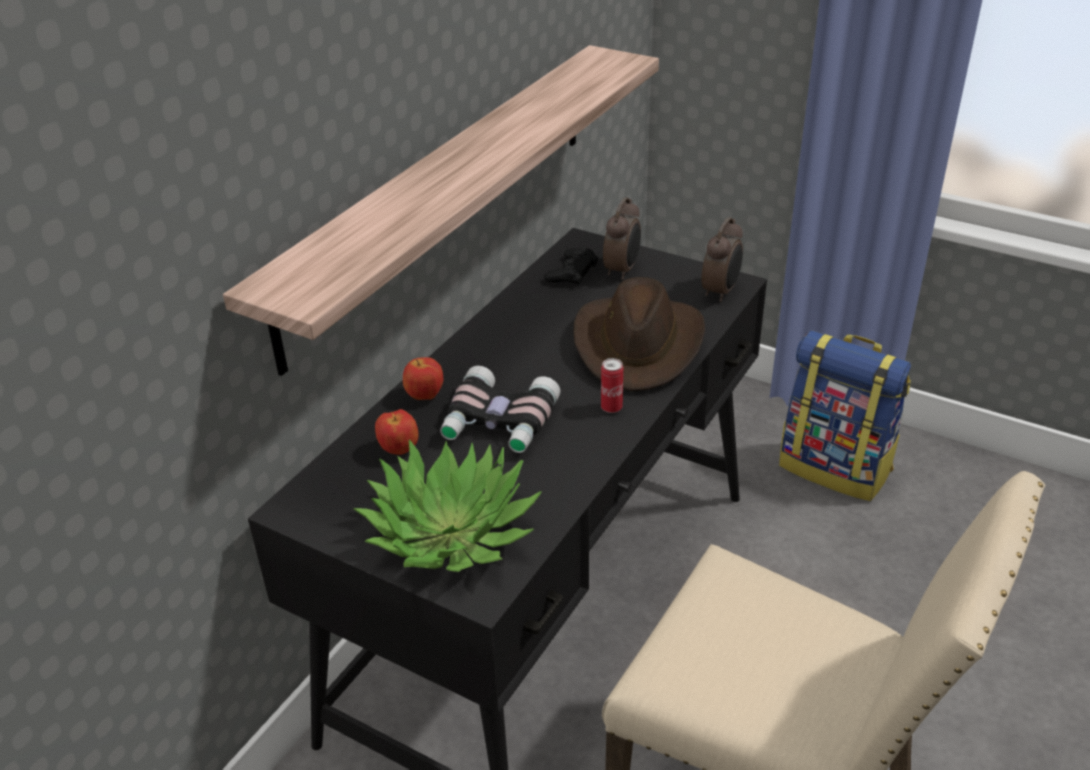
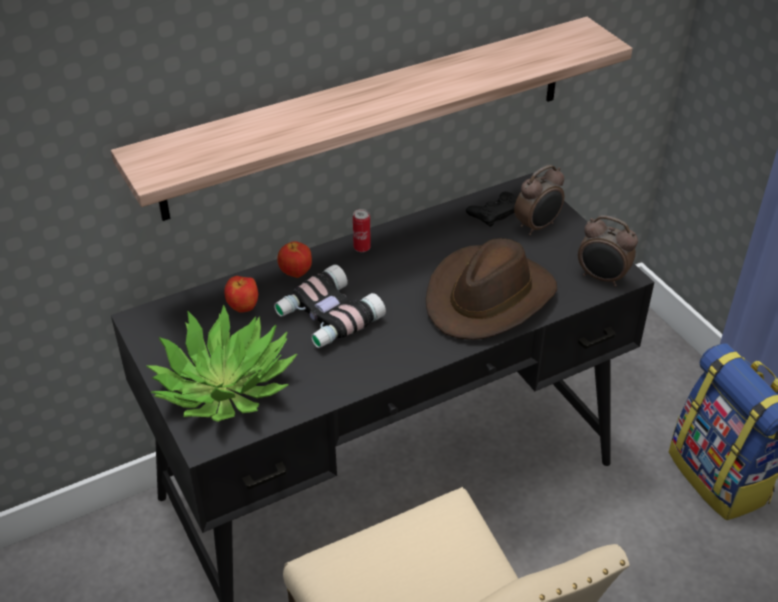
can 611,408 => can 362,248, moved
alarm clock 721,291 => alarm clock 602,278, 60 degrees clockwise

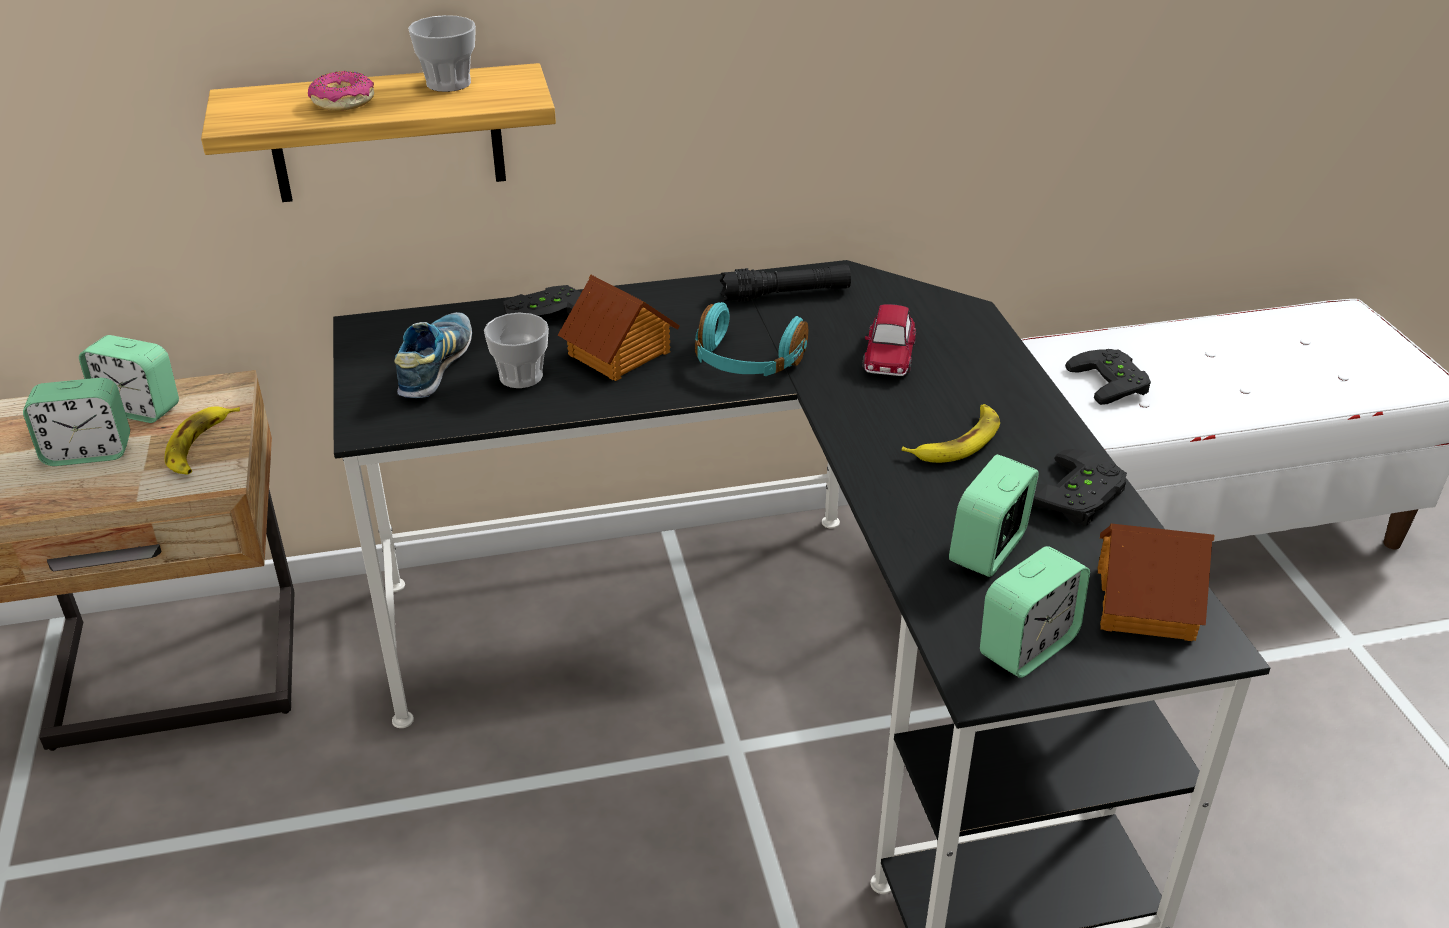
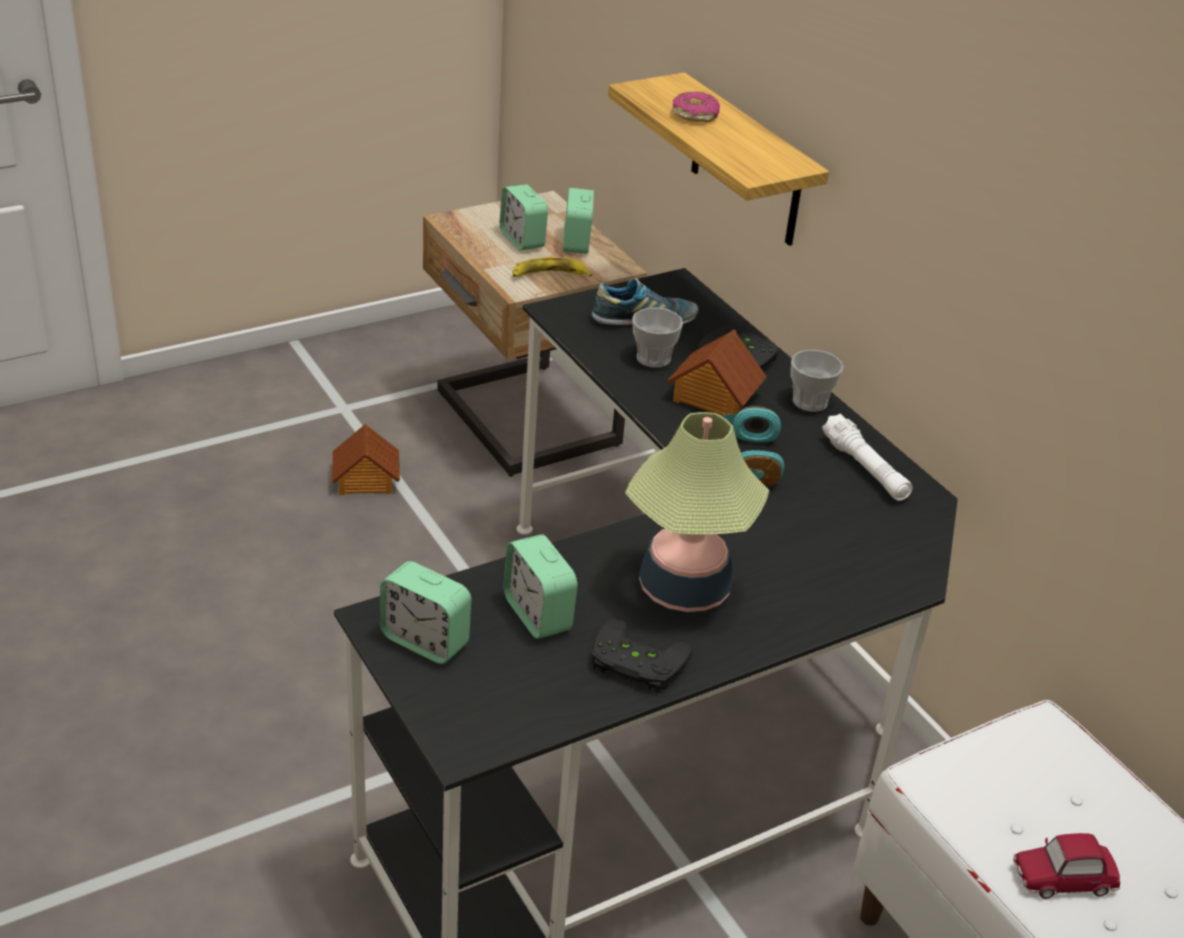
toy house 1147,603 => toy house 365,480, moved
alarm clock 988,550 => alarm clock 537,614, 135 degrees counterclockwise
banana 957,441 => table lamp 684,588
cup 448,83 => cup 810,402, moved
black flashlight 786,294 => white flashlight 865,468
toy car 889,356 => toy car 1063,878, moved
black game controller 1113,382 => nothing

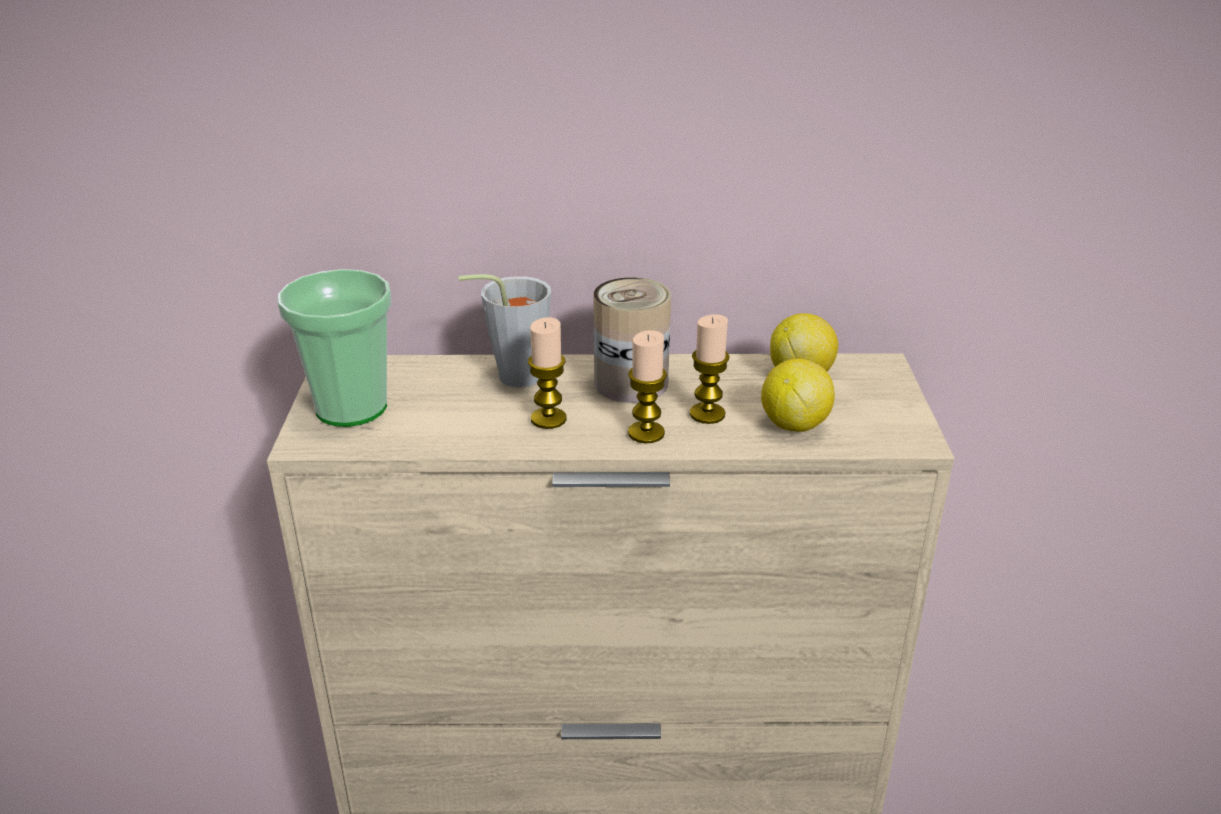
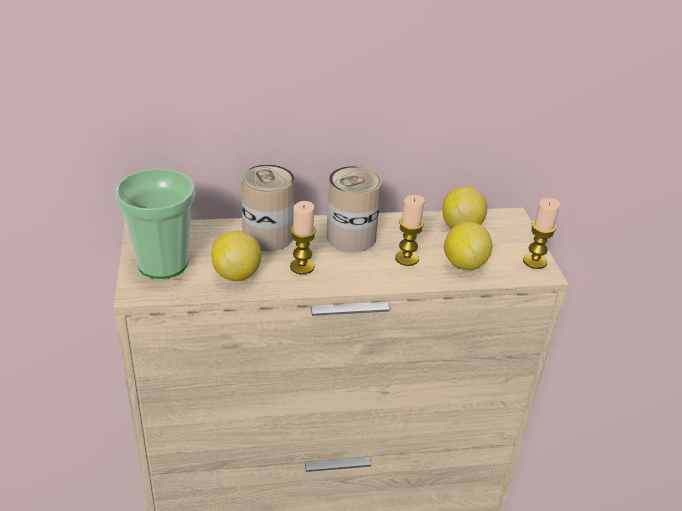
nothing => lemon 237,274
grey cup 510,378 => can 268,236
candle 646,433 => candle 534,261, moved

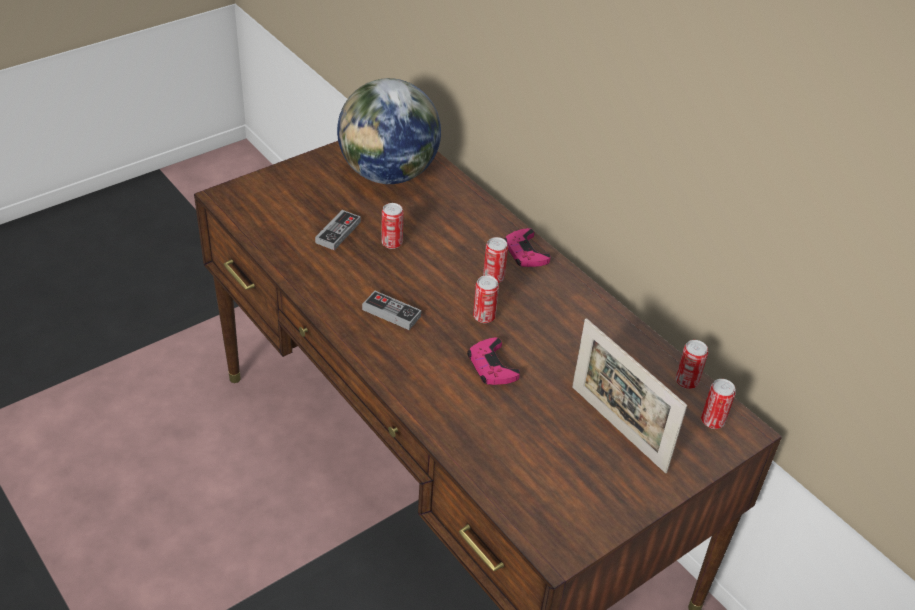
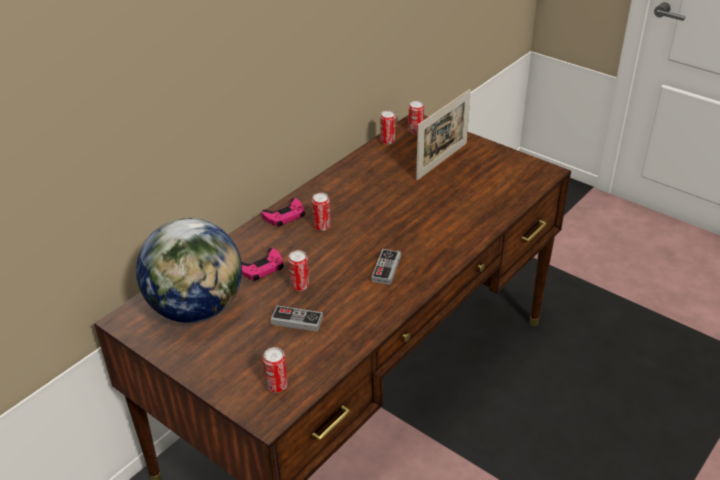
pink game controller 492,366 => pink game controller 262,268, moved
can 484,316 => can 277,385, moved

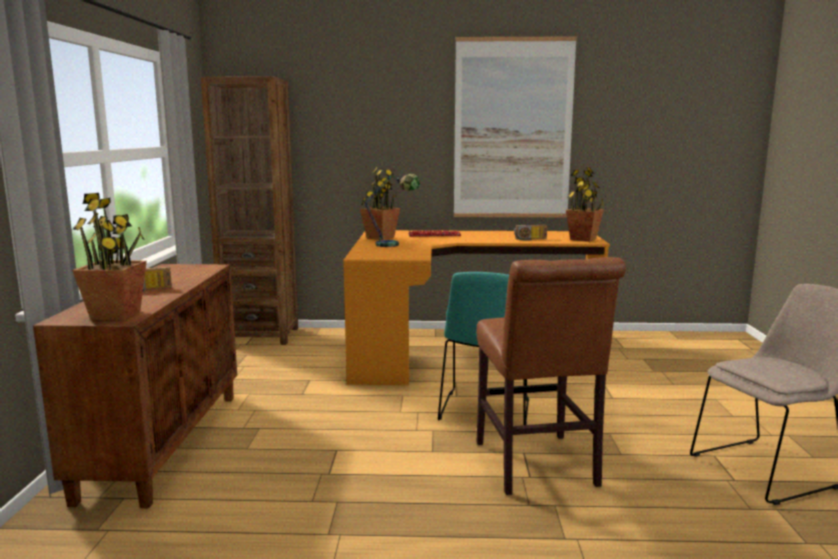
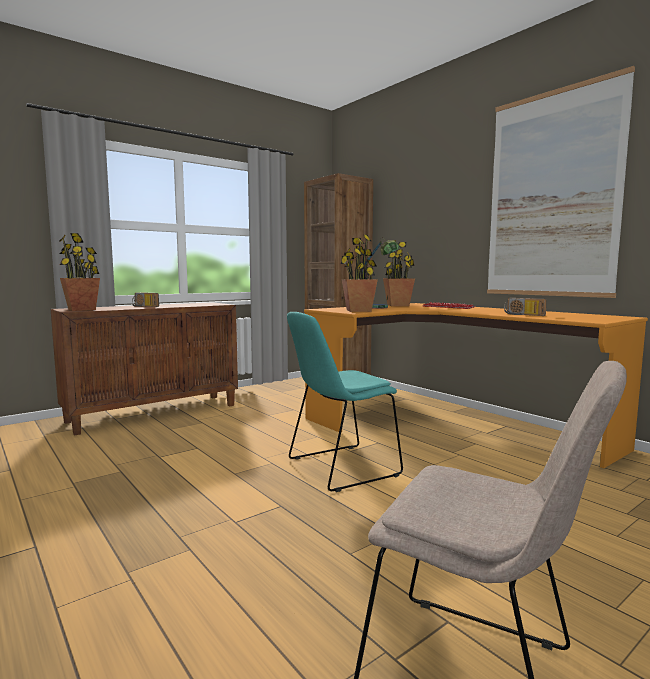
potted plant 583,239 => potted plant 358,311, moved
brown chair 537,467 => nothing

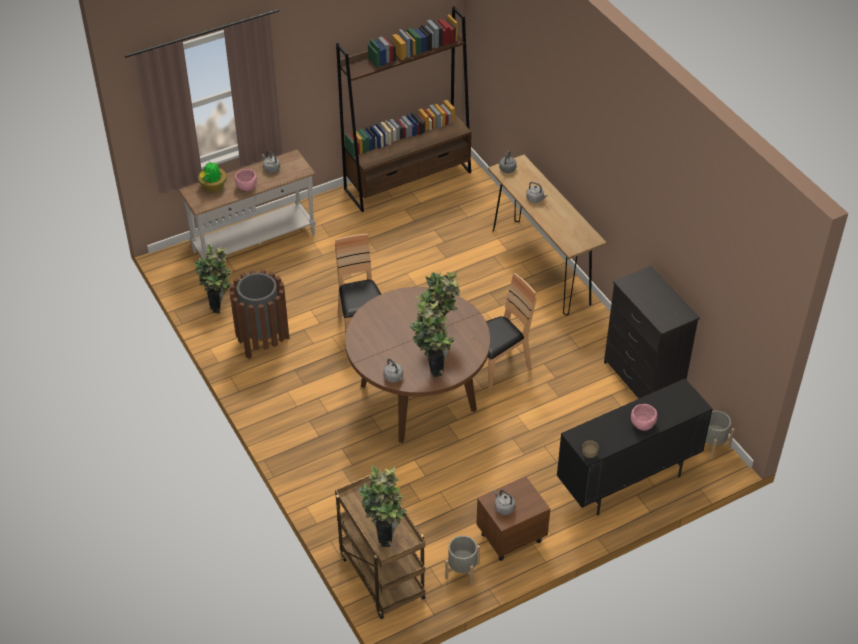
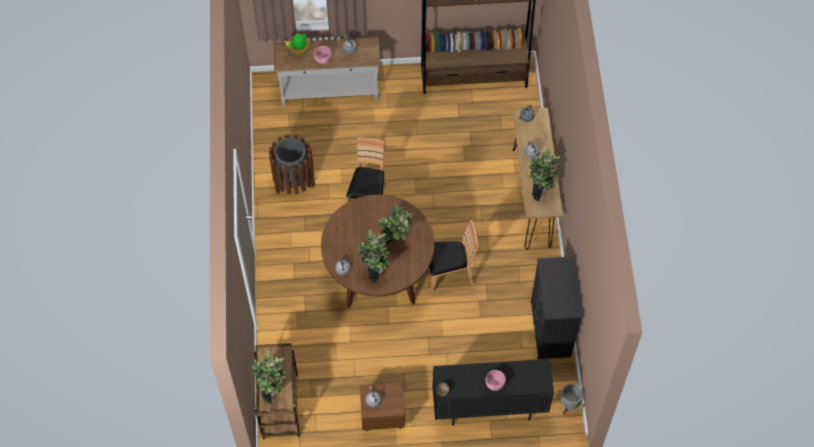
potted plant 218,303 => potted plant 541,190, moved
grey planter 462,570 => nothing

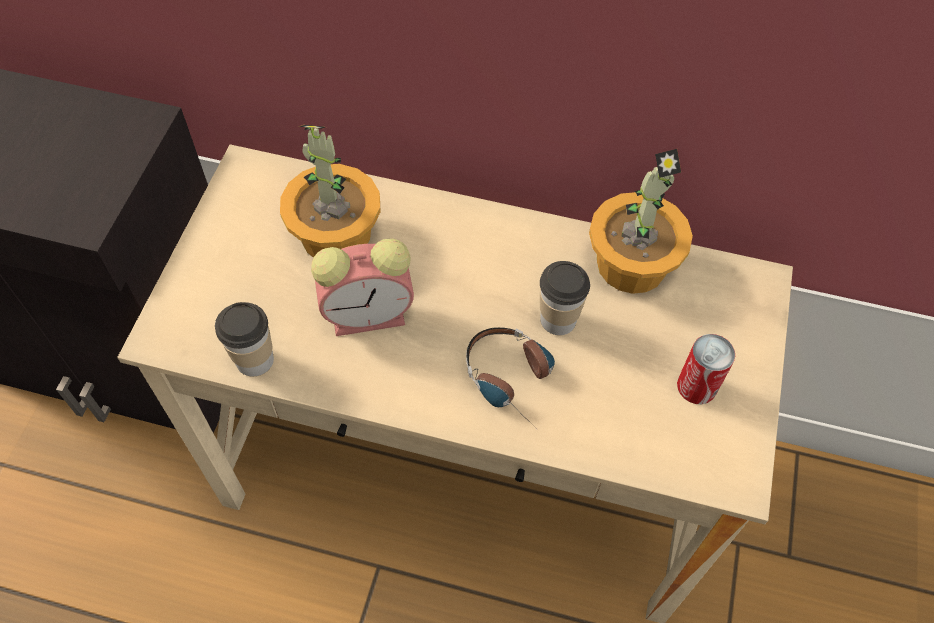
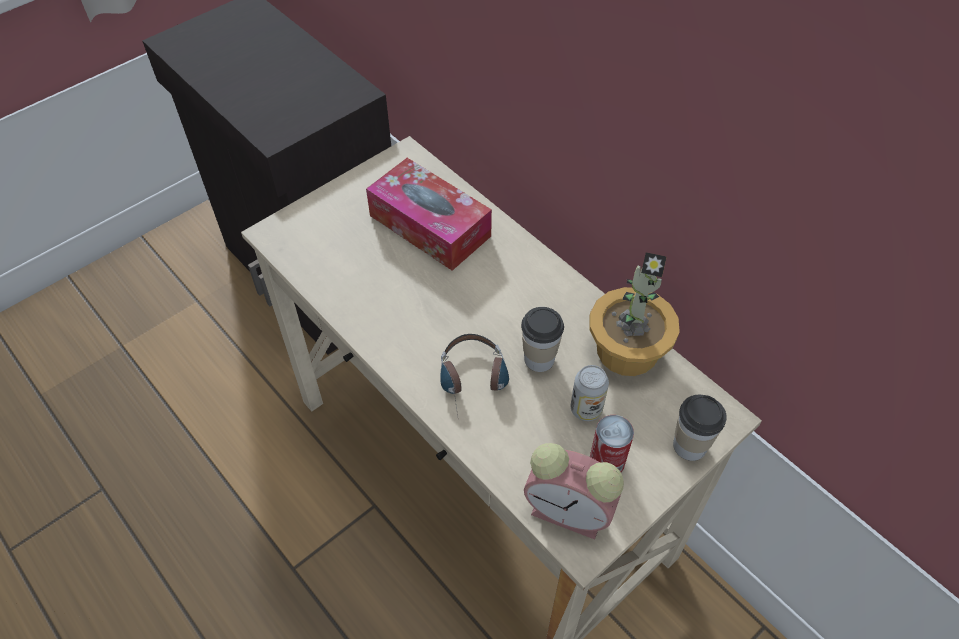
potted plant 335,236 => tissue box 430,226
alarm clock 371,314 => alarm clock 571,512, moved
nothing => can 586,409
cup 254,360 => cup 689,446, moved

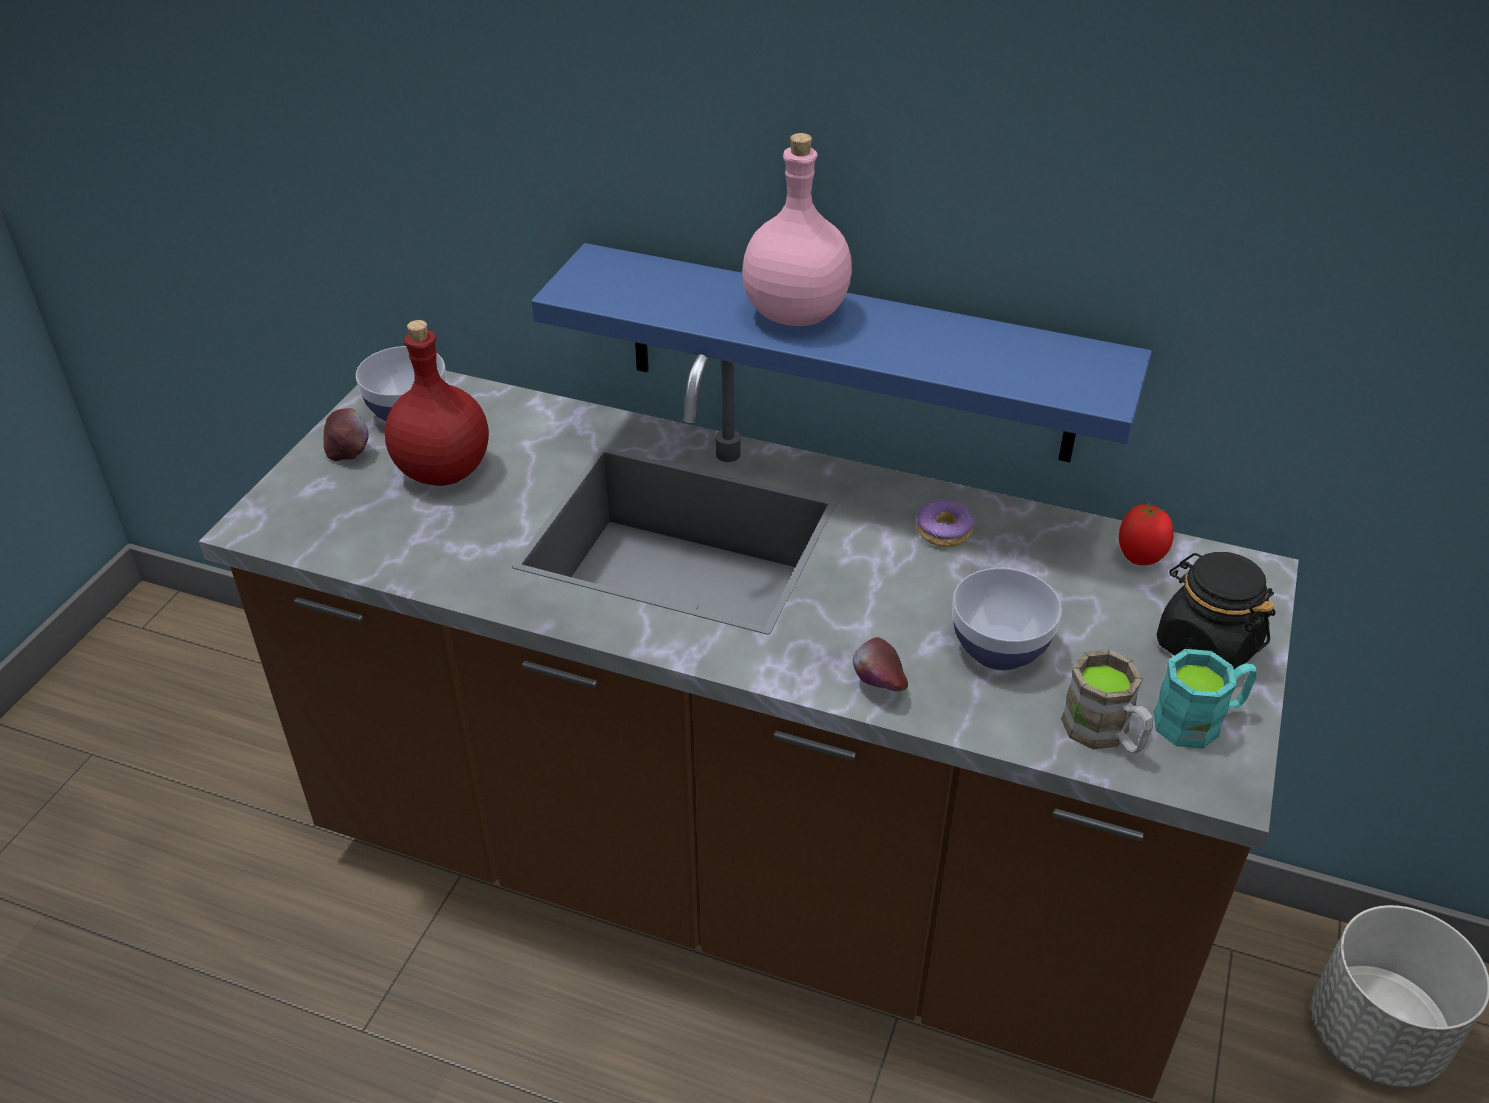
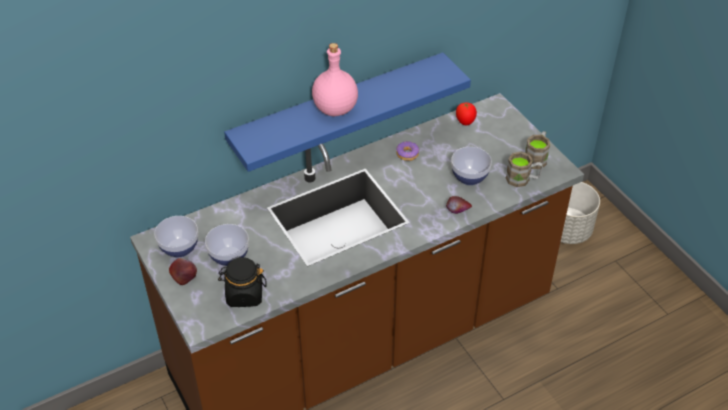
red bottle 442,470 => bowl 229,256
black jar 1206,646 => black jar 244,295, moved
turquoise mug 1199,720 => brown mug 536,158

